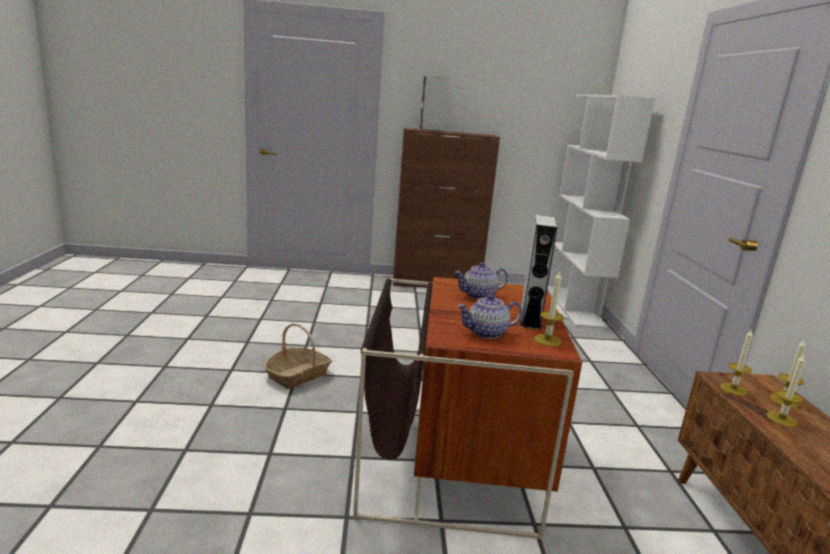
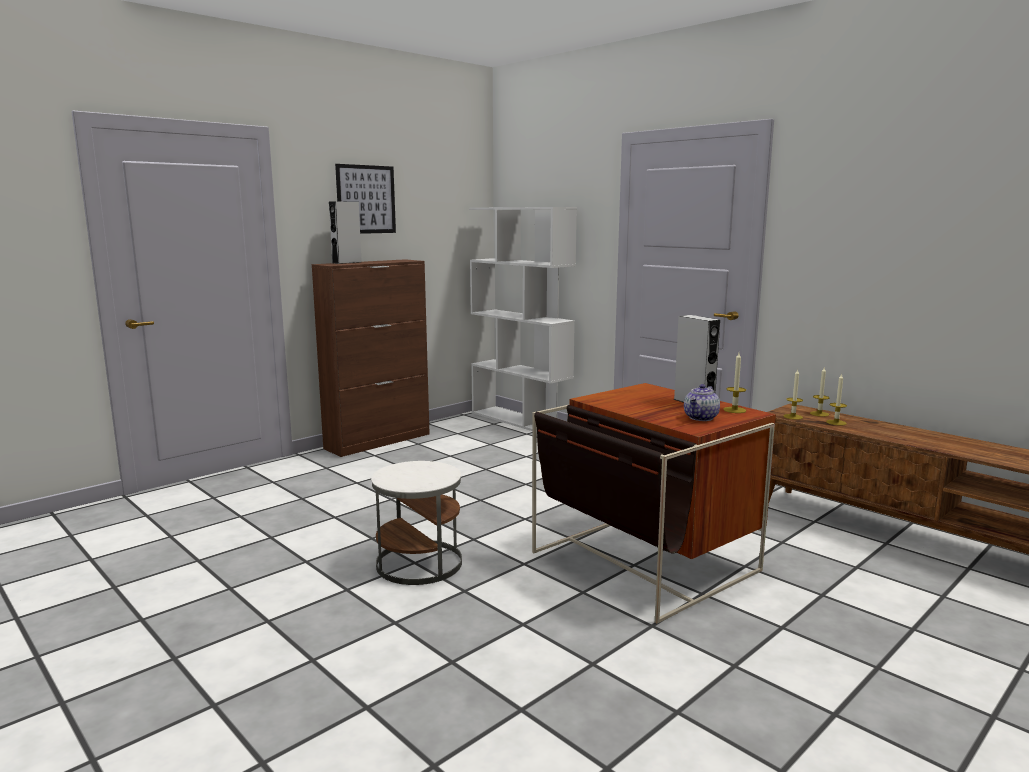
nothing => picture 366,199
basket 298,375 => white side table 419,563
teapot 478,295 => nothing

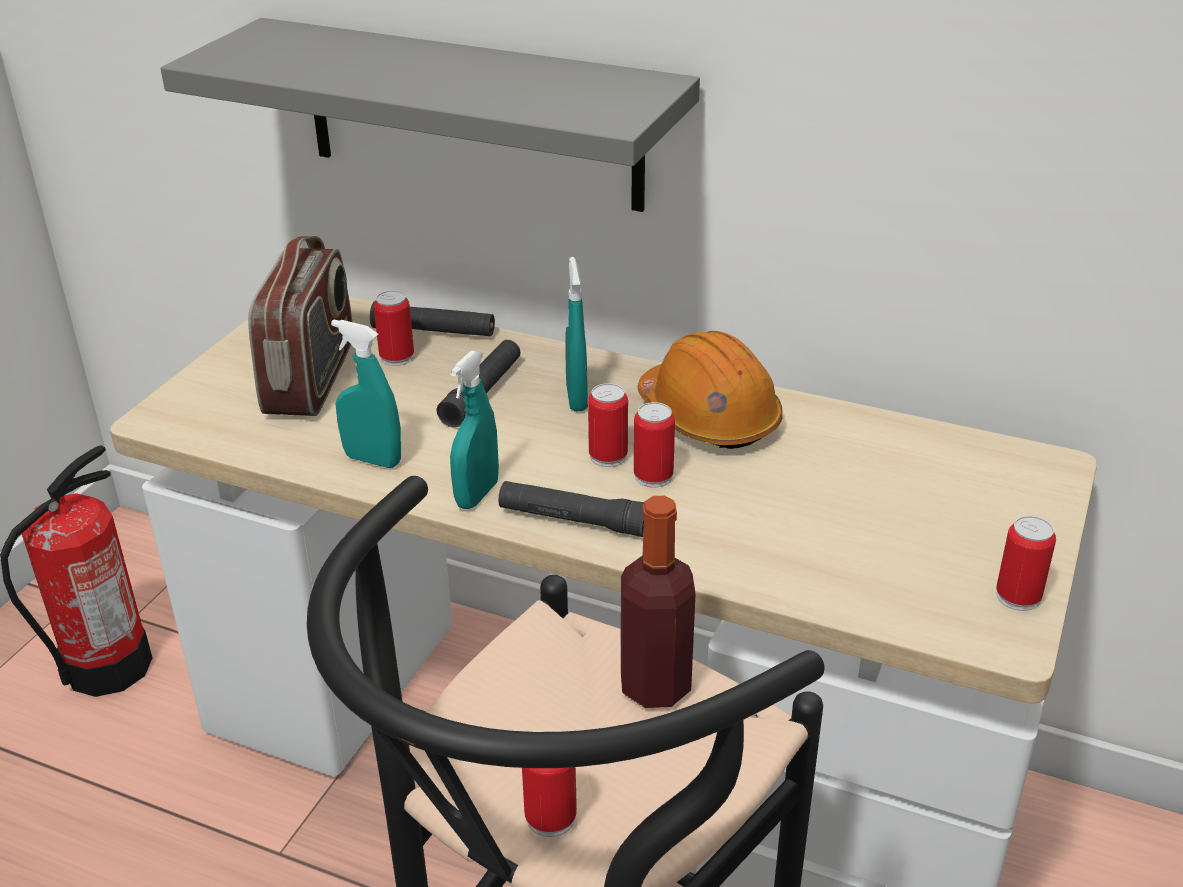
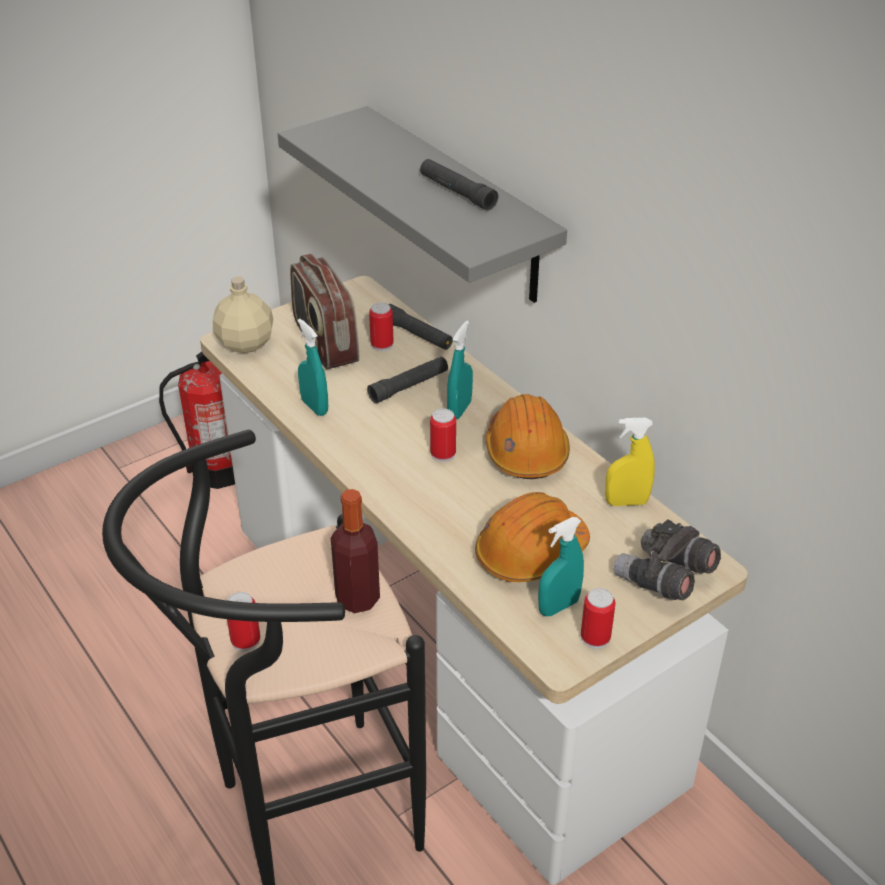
nothing => beige bottle 246,344
radio 312,378 => radio 324,342, 120 degrees clockwise
black flashlight 573,520 => black flashlight 457,192, moved
nothing => orange hard hat 530,553
turquoise spray bottle 477,495 => turquoise spray bottle 558,606, moved
nothing => yellow spray bottle 626,502
nothing => grey binoculars 664,579
can 653,476 => nothing

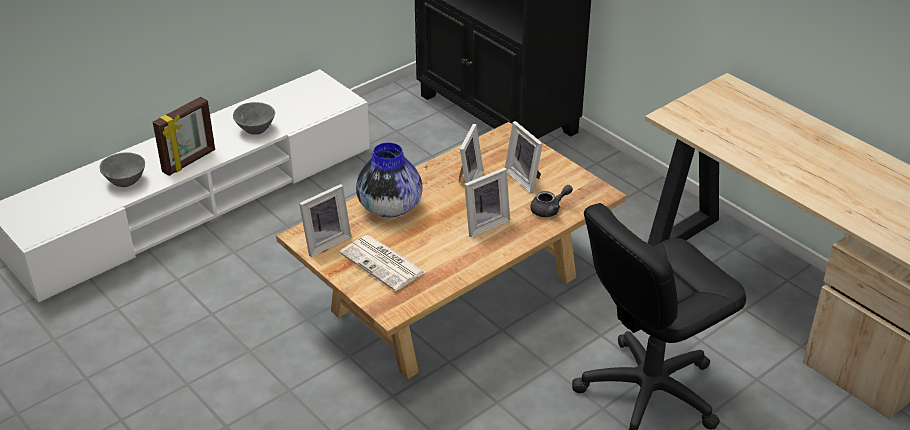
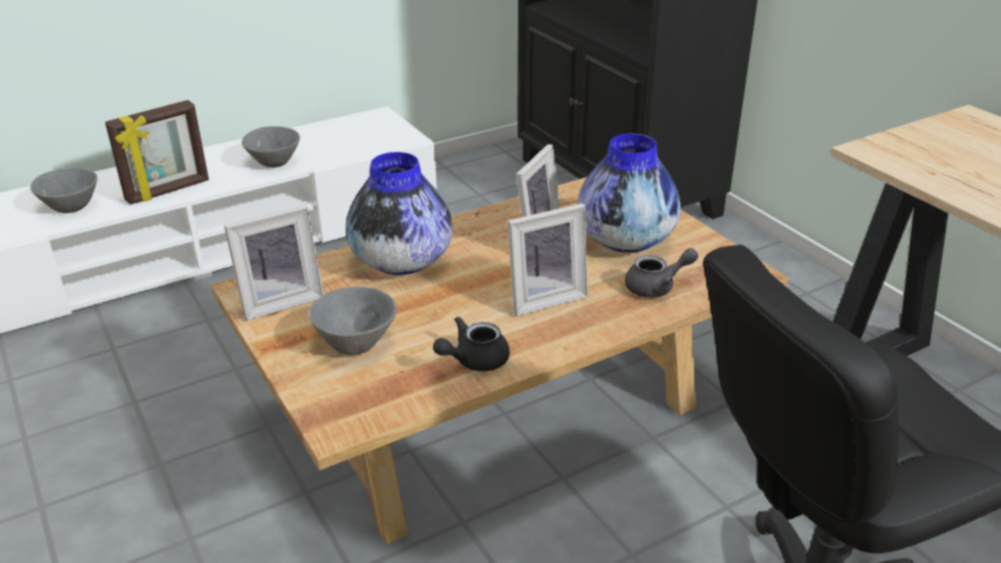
newspaper 384,263 => grey bowl 358,342
nothing => black teapot 474,360
picture frame 525,178 => vase 626,241

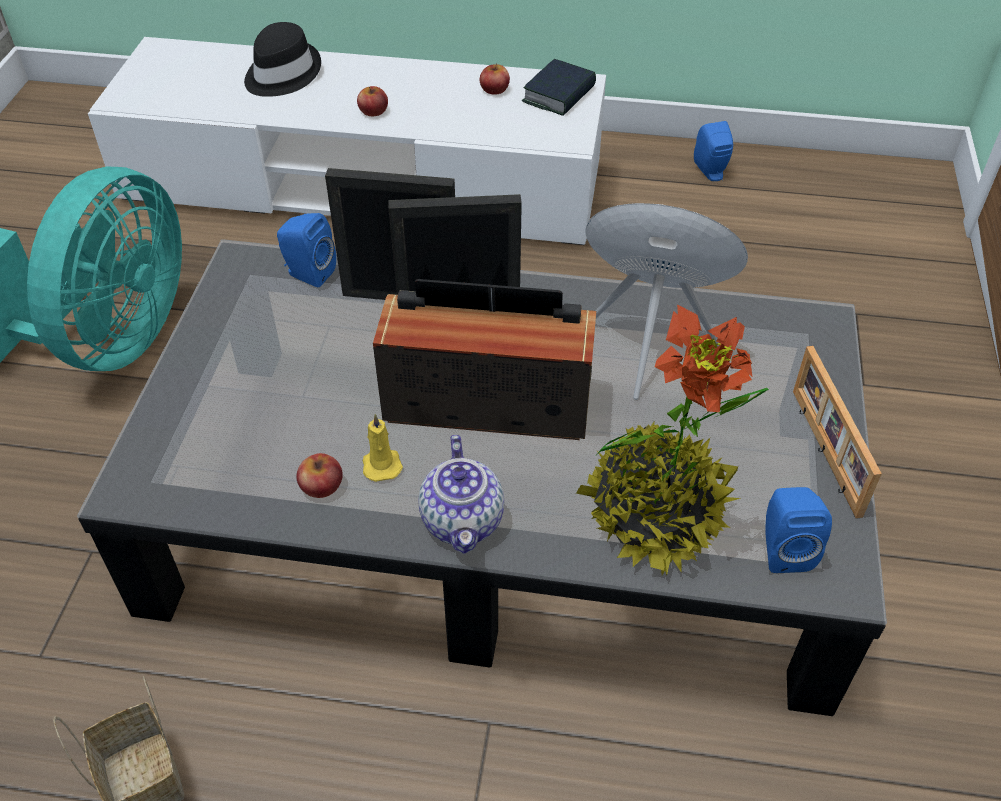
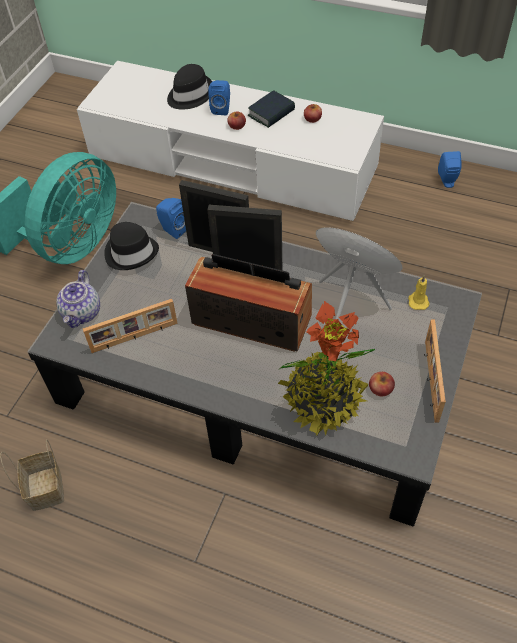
teapot 463,521 => teapot 82,313, moved
nothing => picture frame 135,338
nothing => black hat 131,252
blue speaker 783,549 => blue speaker 222,108, moved
book 559,94 => book 271,113, moved
apple 321,485 => apple 380,388, moved
yellow candle 381,464 => yellow candle 418,301, moved

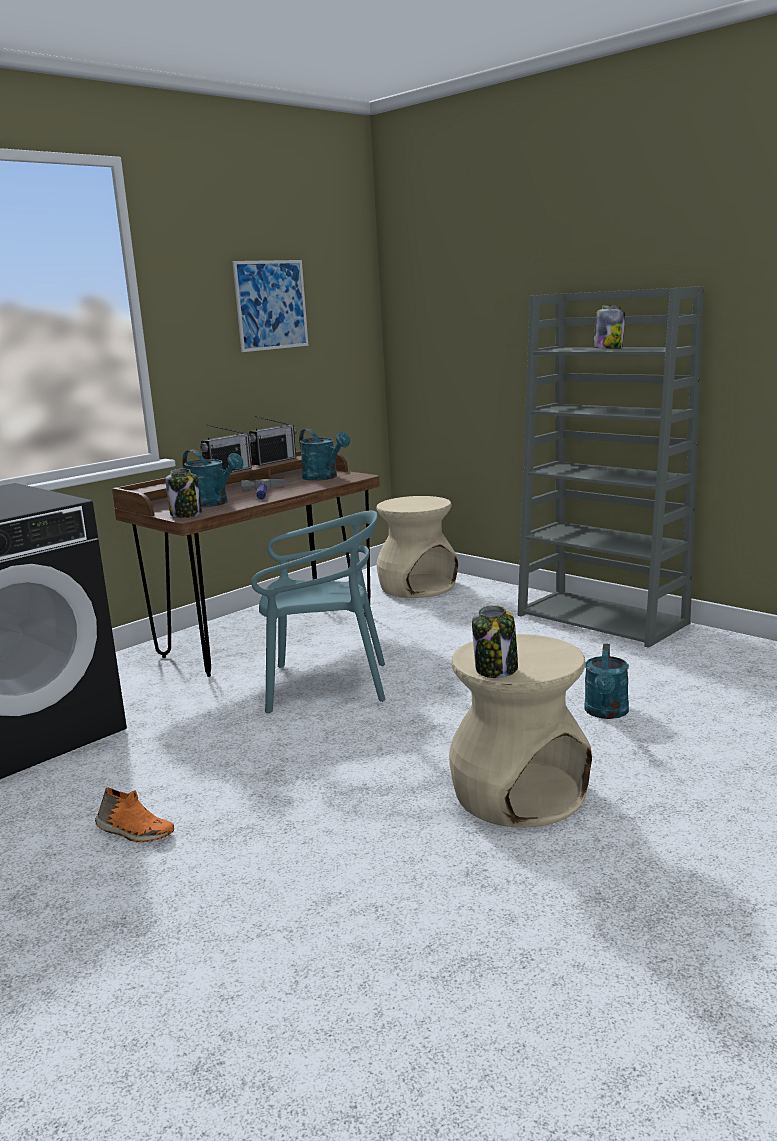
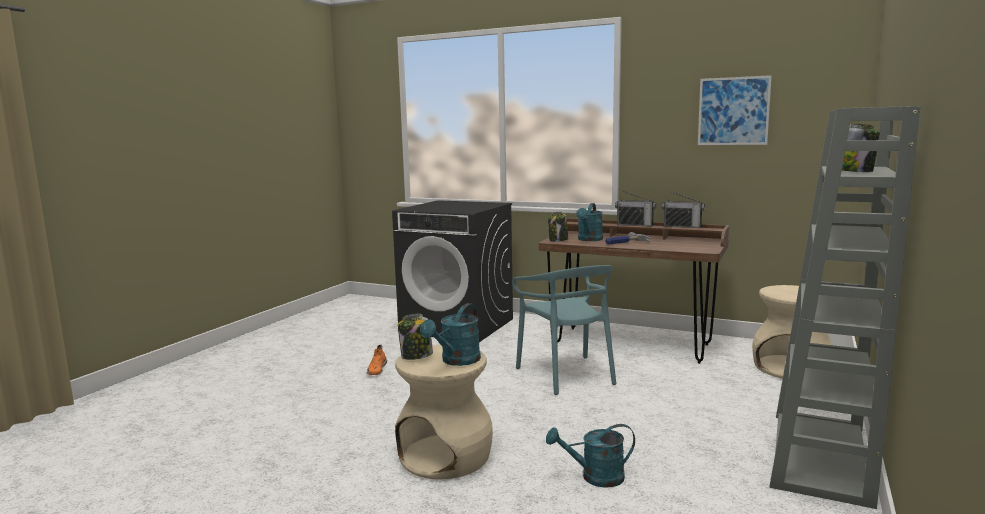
turquoise watering can 324,478 => turquoise watering can 456,361, moved

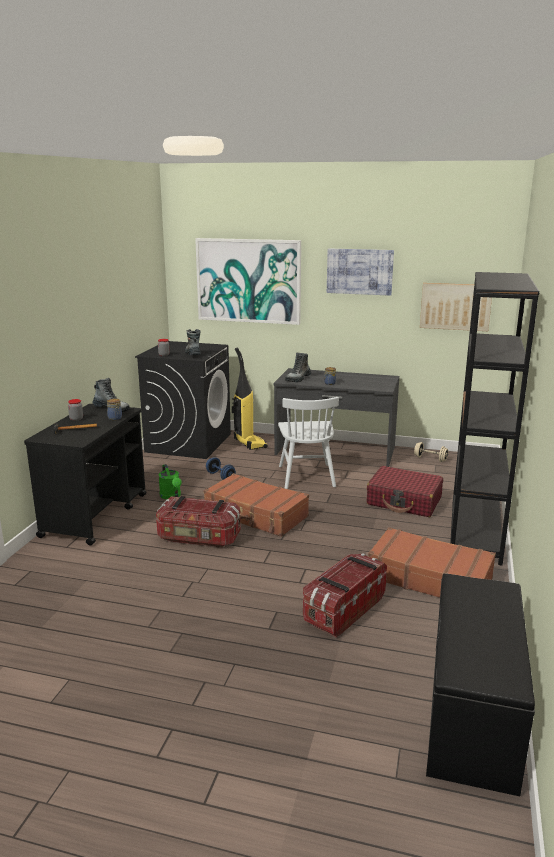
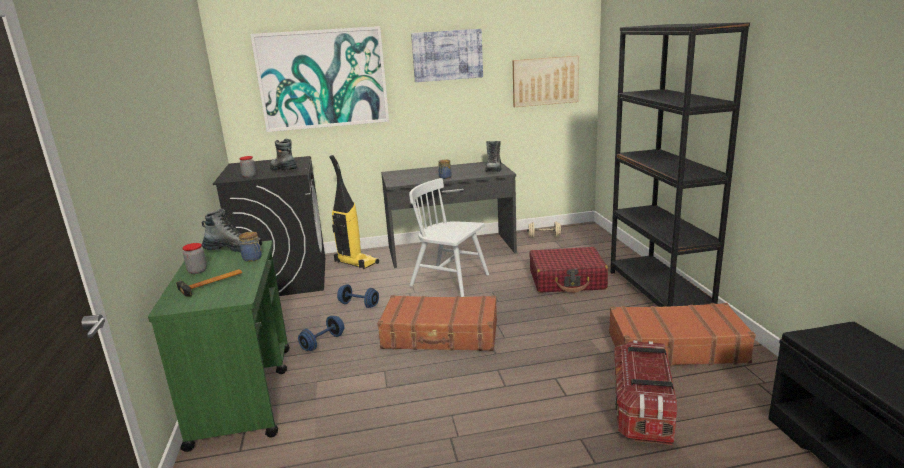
black cart 96,514 => green cart 244,393
green watering can 171,496 => blue dumbbell 323,342
white chair 306,476 => white chair 450,281, 150 degrees clockwise
boot 298,379 => boot 494,169, moved
storage box 199,538 => nothing

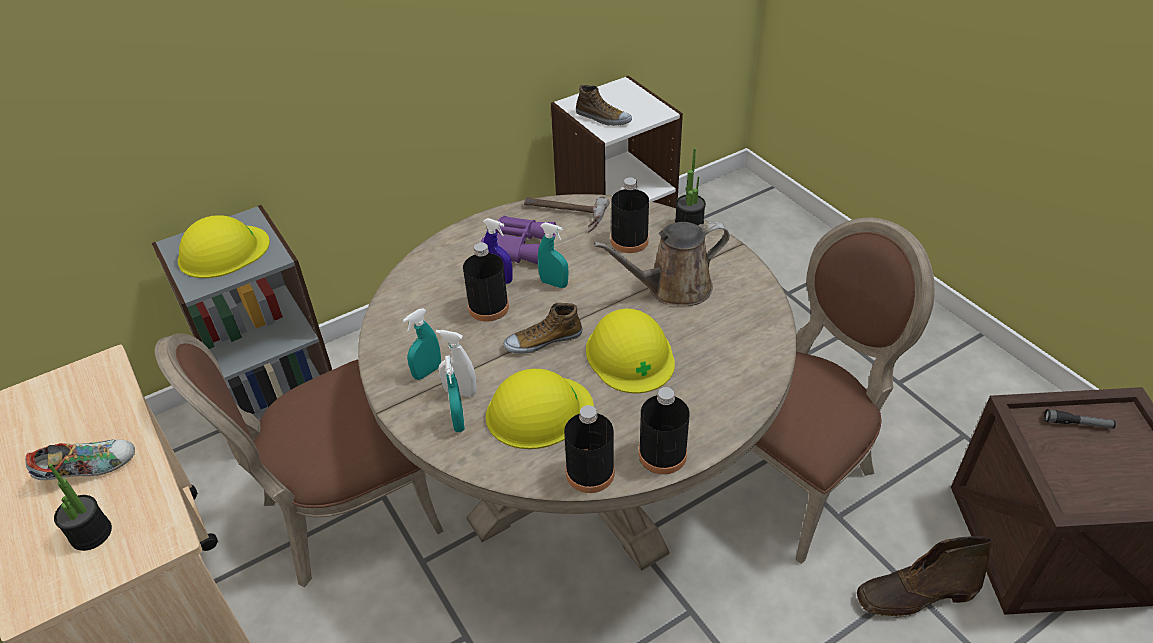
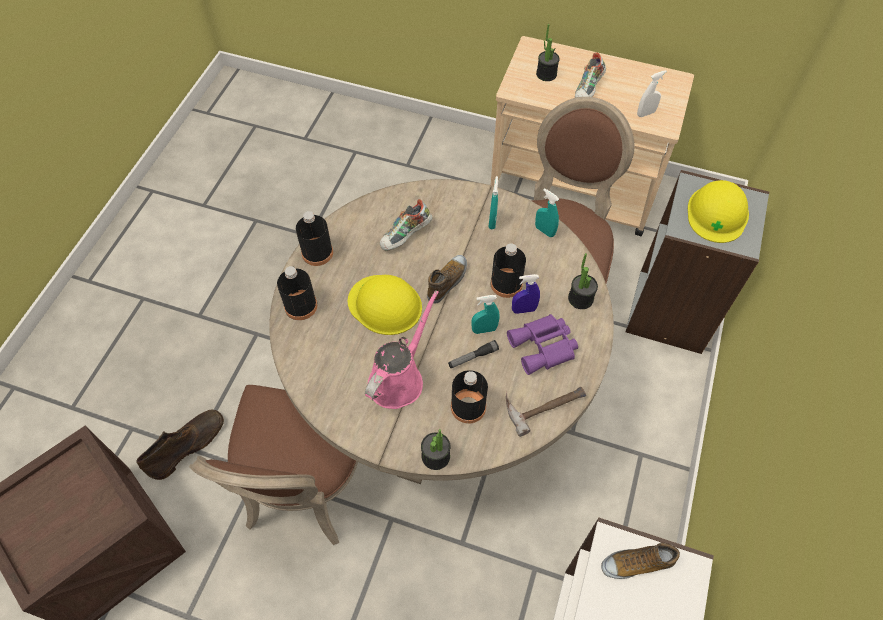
black bottle 590,472 => black bottle 301,306, moved
brown watering can 673,288 => pink watering can 399,378
yellow hard hat 538,412 => shoe 406,236
flashlight 1077,424 => flashlight 473,357, moved
turquoise spray bottle 458,421 => turquoise spray bottle 544,231, moved
nothing => potted plant 580,298
white spray bottle 460,392 => white spray bottle 646,113, moved

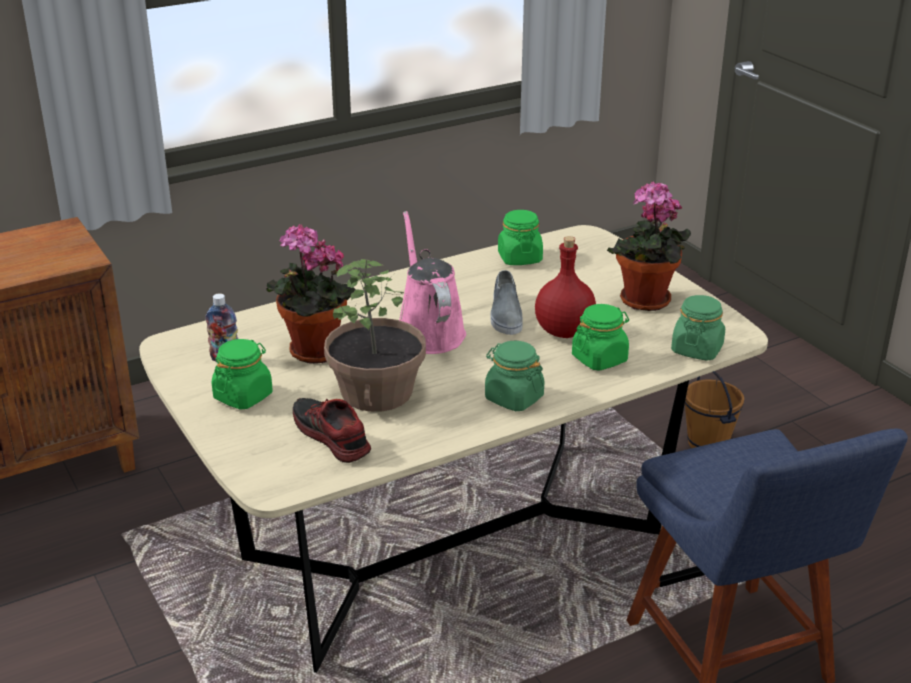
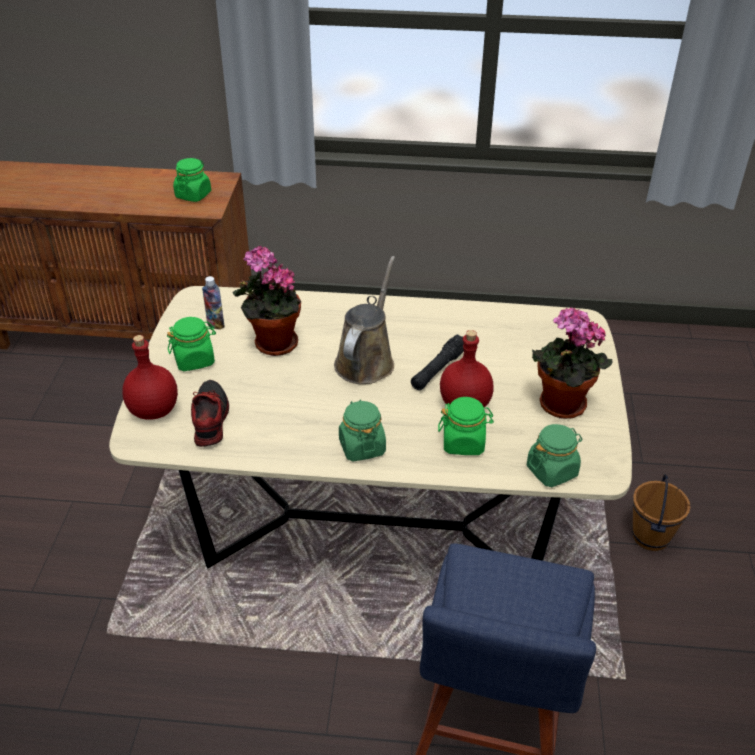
nothing => red bottle 153,410
green jar 519,258 => green jar 193,195, moved
pink watering can 428,332 => brown watering can 366,360
grey shoe 505,314 => black flashlight 438,369
potted plant 377,392 => nothing

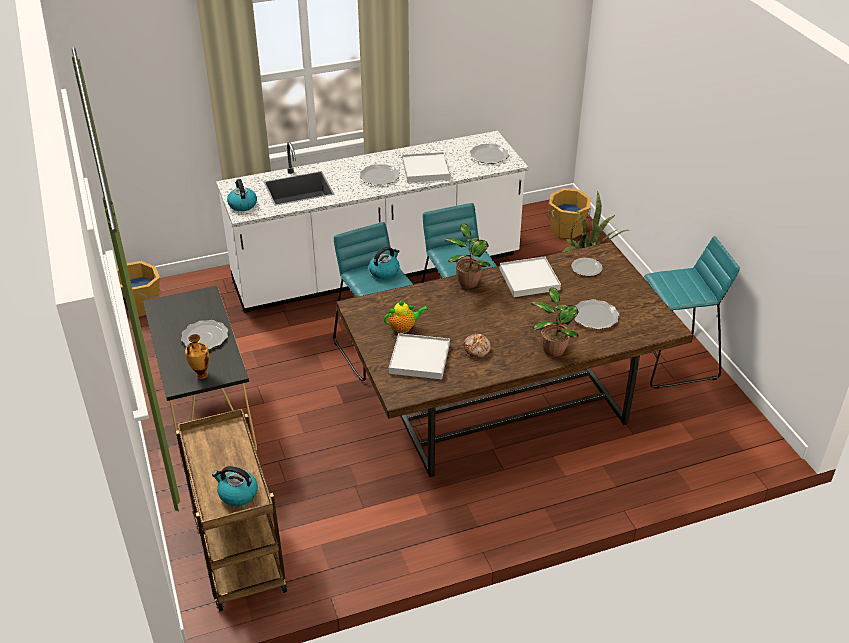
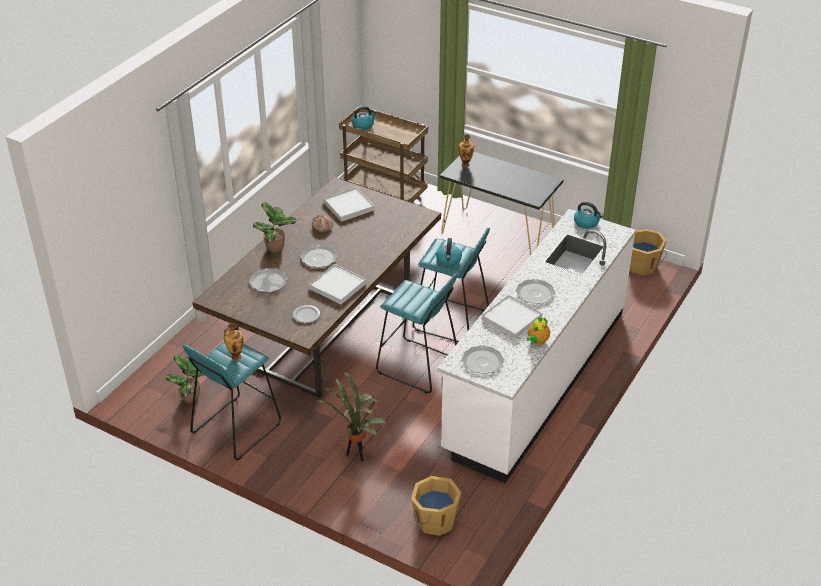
potted plant 467,281 => potted plant 191,398, moved
nothing => vase 235,356
plate 204,337 => plate 319,257, moved
teapot 404,328 => teapot 537,341, moved

